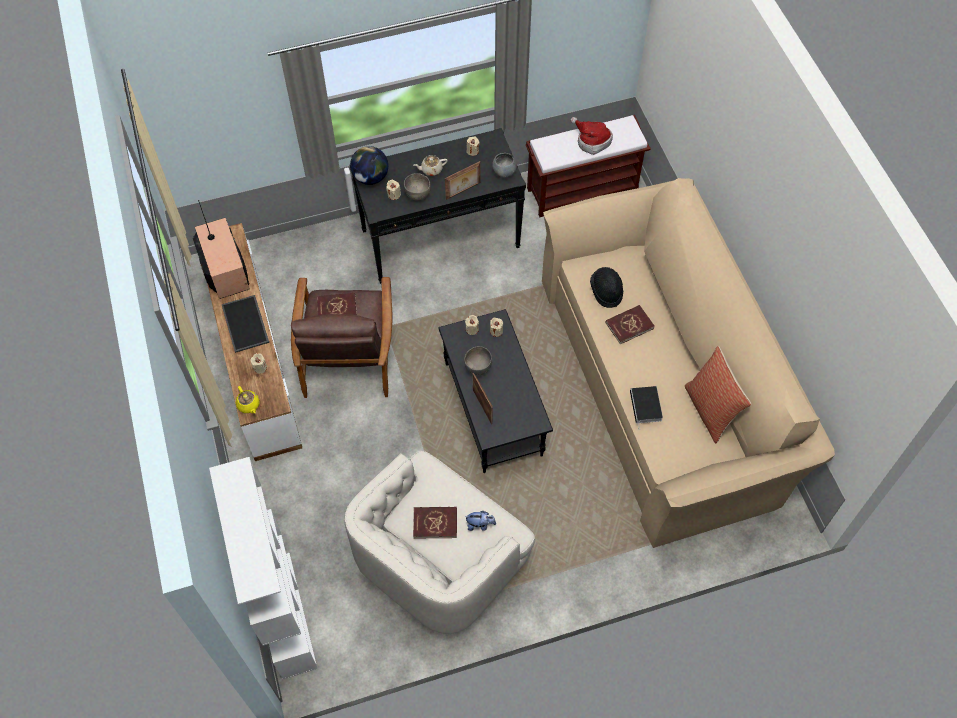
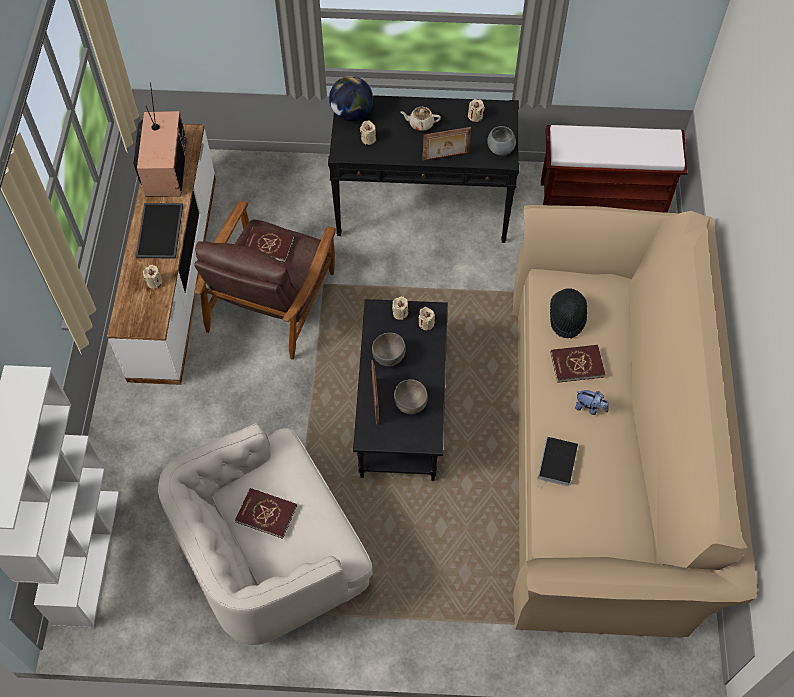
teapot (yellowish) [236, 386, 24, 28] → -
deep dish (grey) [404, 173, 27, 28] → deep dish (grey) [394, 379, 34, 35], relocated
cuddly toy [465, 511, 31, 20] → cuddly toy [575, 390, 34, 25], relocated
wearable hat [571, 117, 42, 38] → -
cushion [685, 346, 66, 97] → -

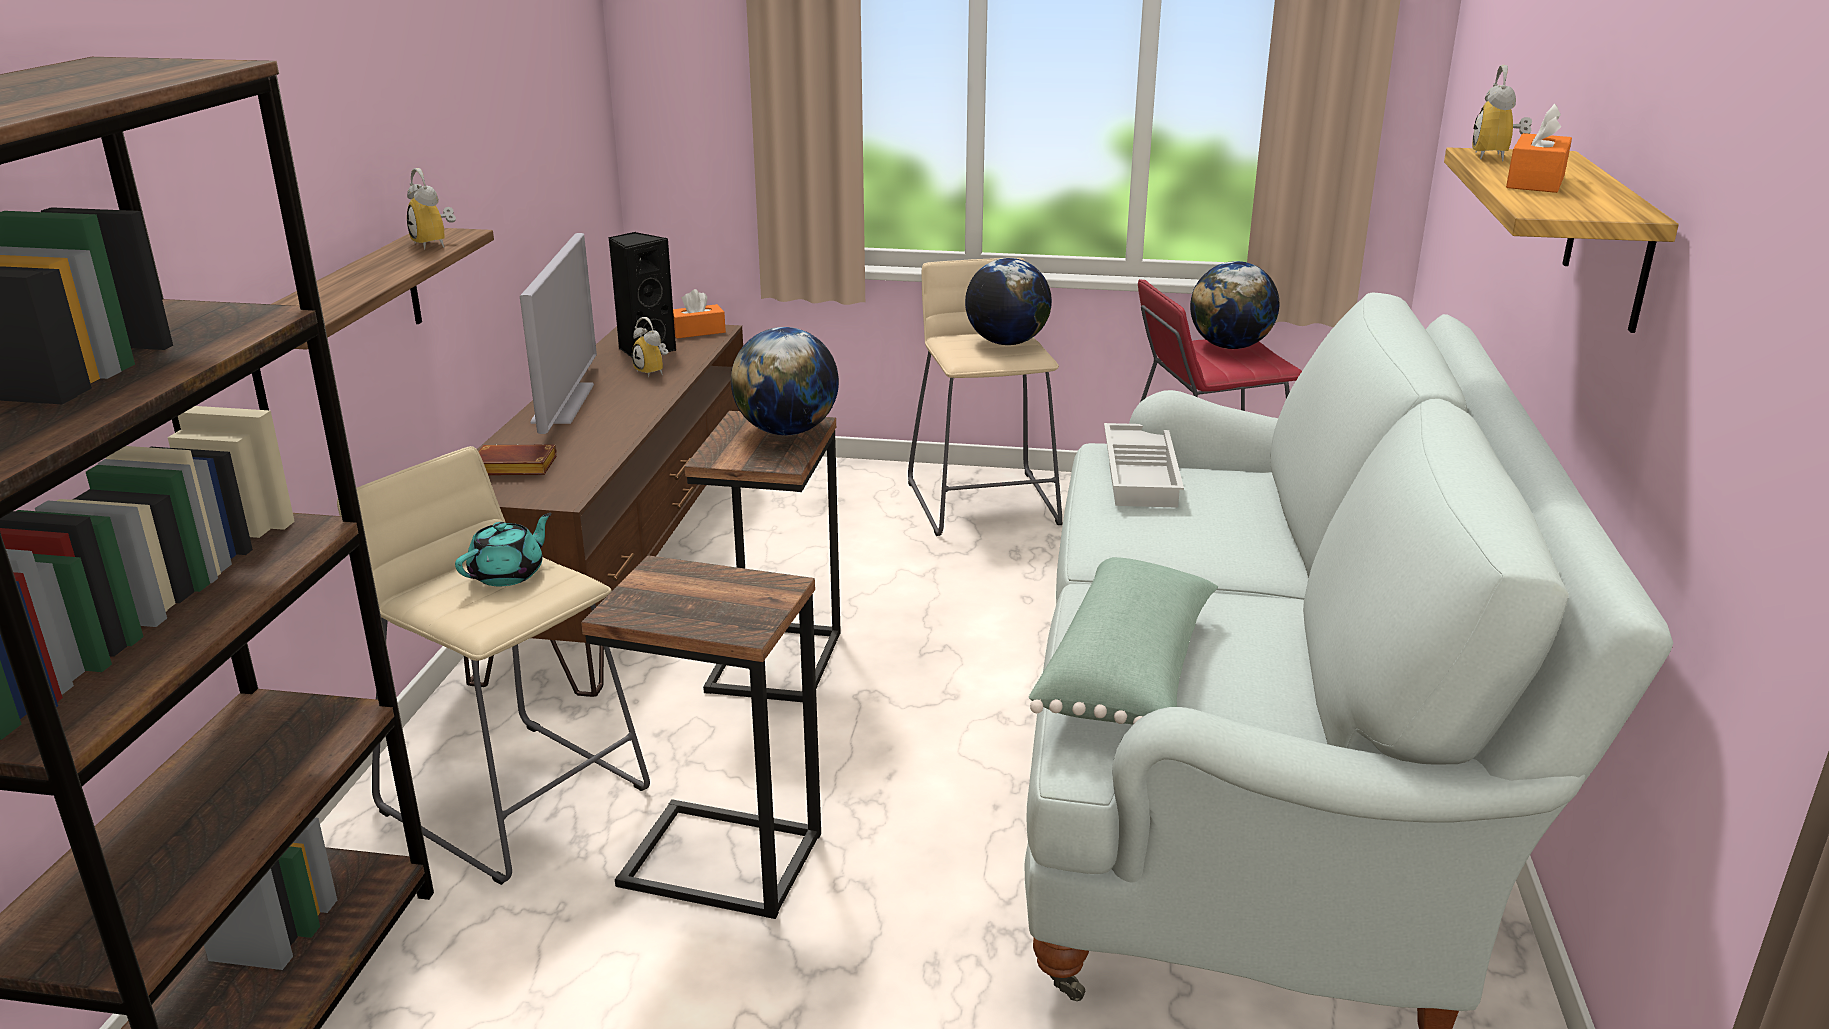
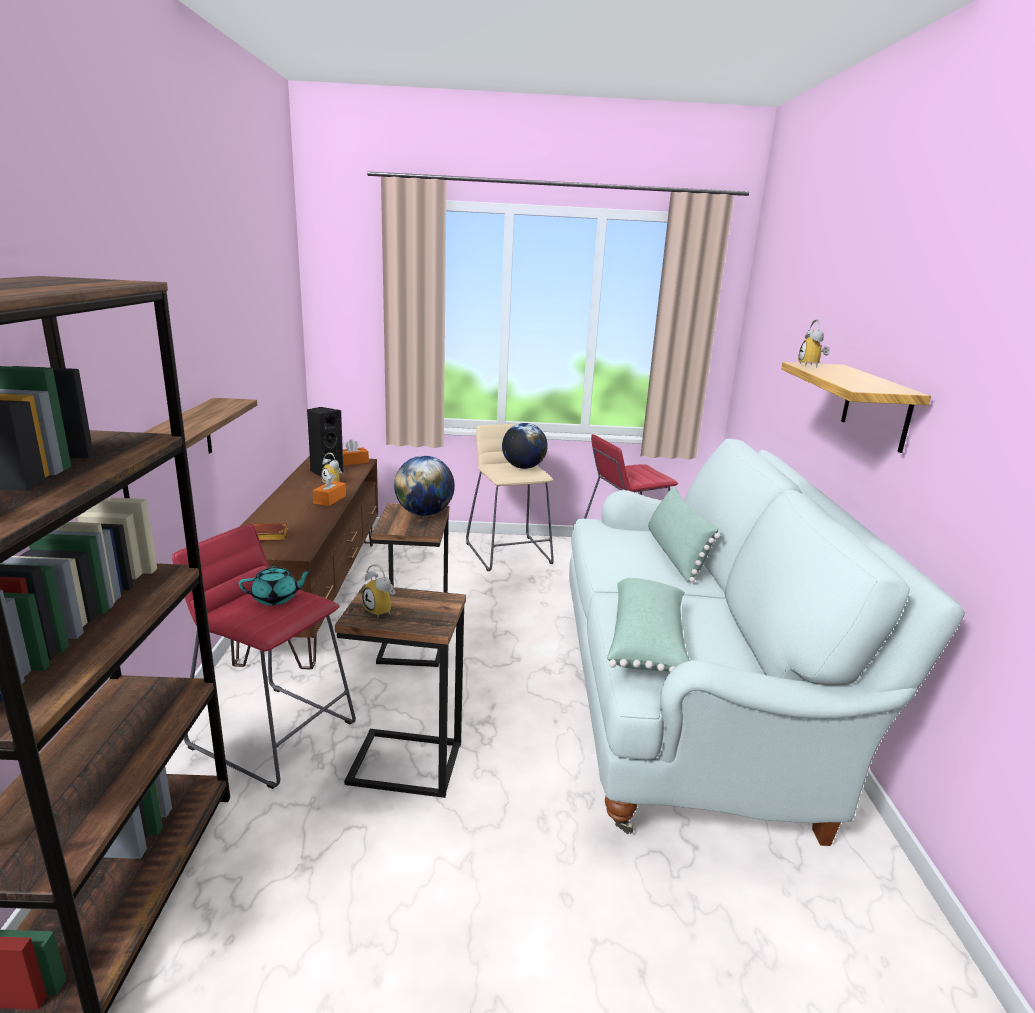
stool (sand-coloured) [337, 446, 313, 439] → stool (red-coloured) [172, 523, 184, 266]
bedside clock [407, 168, 49, 81] → bedside clock [362, 564, 34, 53], relocated
teapot (blue-green) [455, 513, 97, 73] → teapot (blue-green) [239, 567, 73, 38], 45 degrees clockwise
television [520, 233, 77, 201] → -
serving tray (white-coloured) [1104, 423, 80, 85] → -
world globe [1190, 261, 89, 88] → -
tissue box (orange) [1506, 104, 66, 89] → tissue box (orange) [313, 474, 33, 32], relocated
- → cushion (greenish) [648, 486, 72, 97]

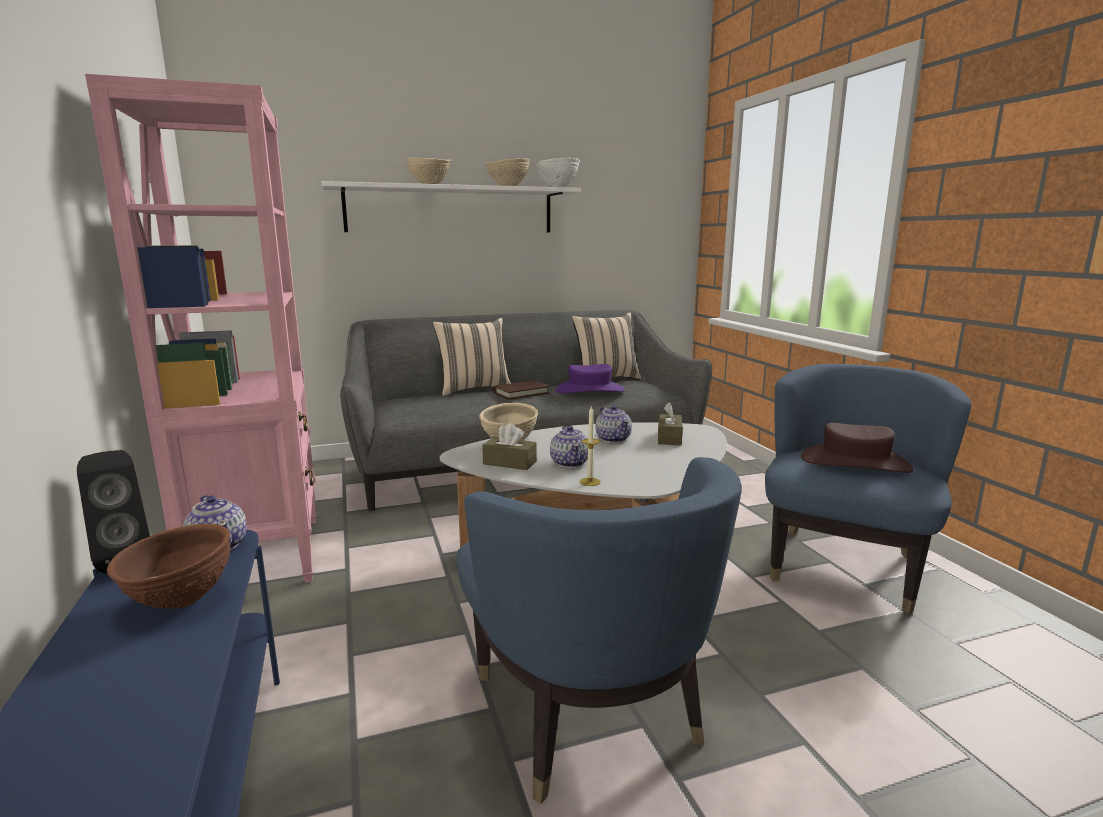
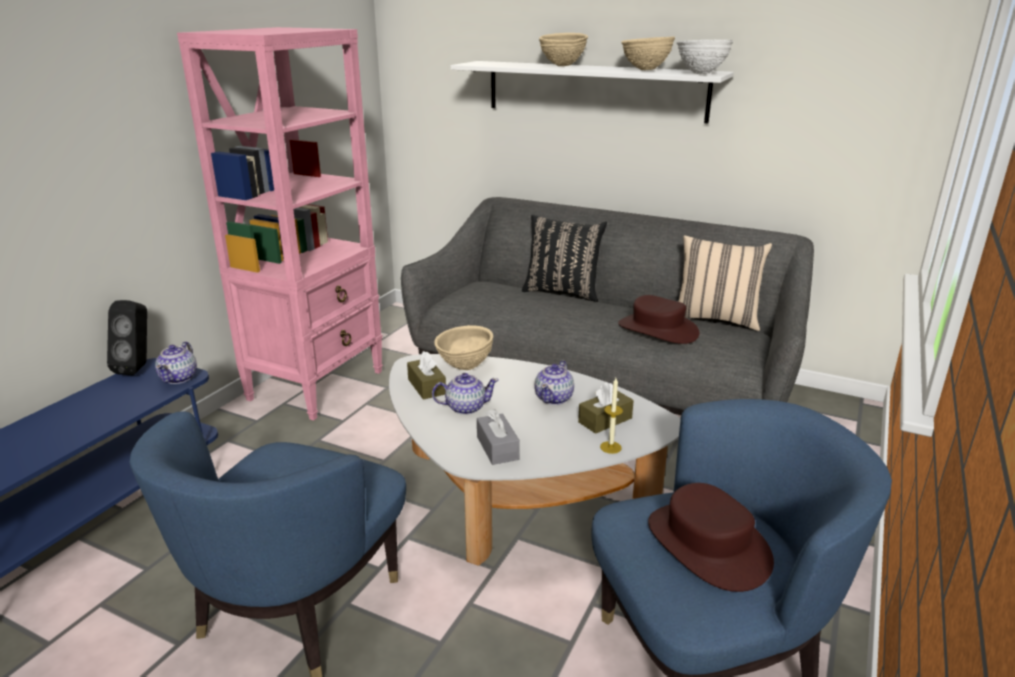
deep dish (brownish) [107, 524, 123, 85] → -
cushion (sand-coloured) [433, 318, 78, 78] → cushion (black-coloured) [522, 215, 85, 87]
book (brownish) [493, 380, 56, 20] → -
teapot [550, 425, 38, 43] → teapot [432, 373, 67, 42], 135 degrees counterclockwise
wearable hat (purplish) [555, 364, 70, 29] → wearable hat (brownish) [618, 295, 82, 49]
candle [580, 405, 21, 81] → candle [600, 378, 23, 76], relocated
- → tissue box (grey) [477, 409, 43, 56]

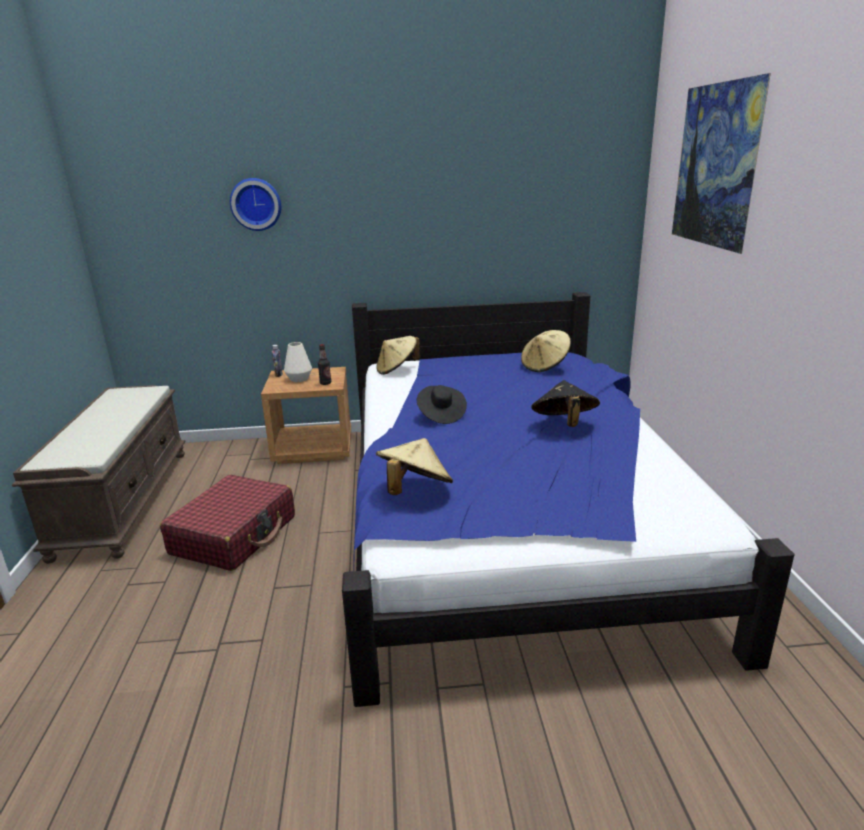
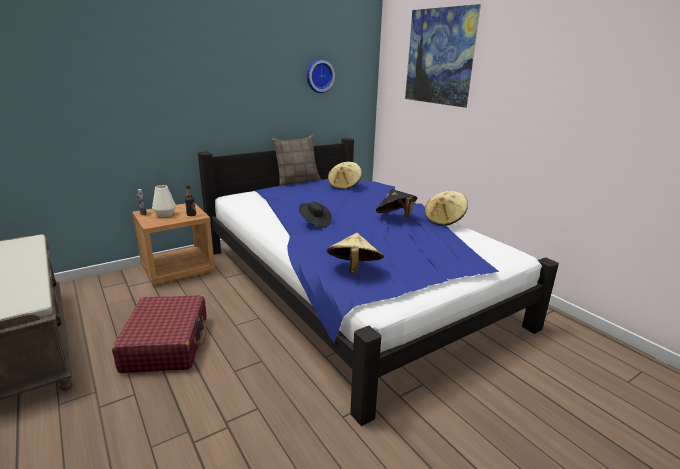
clock on the wall [230, 178, 51, 53] → clock on the wall [307, 58, 28, 35], relocated
wearable hat (sand-coloured) [376, 336, 45, 39] → wearable hat (sand-coloured) [425, 191, 43, 35], relocated
- → cushion [271, 135, 50, 51]

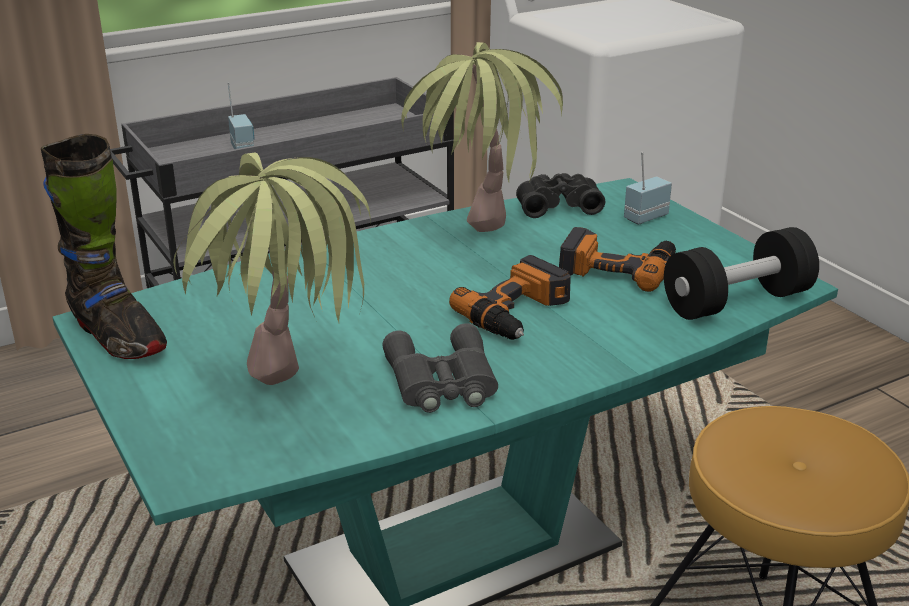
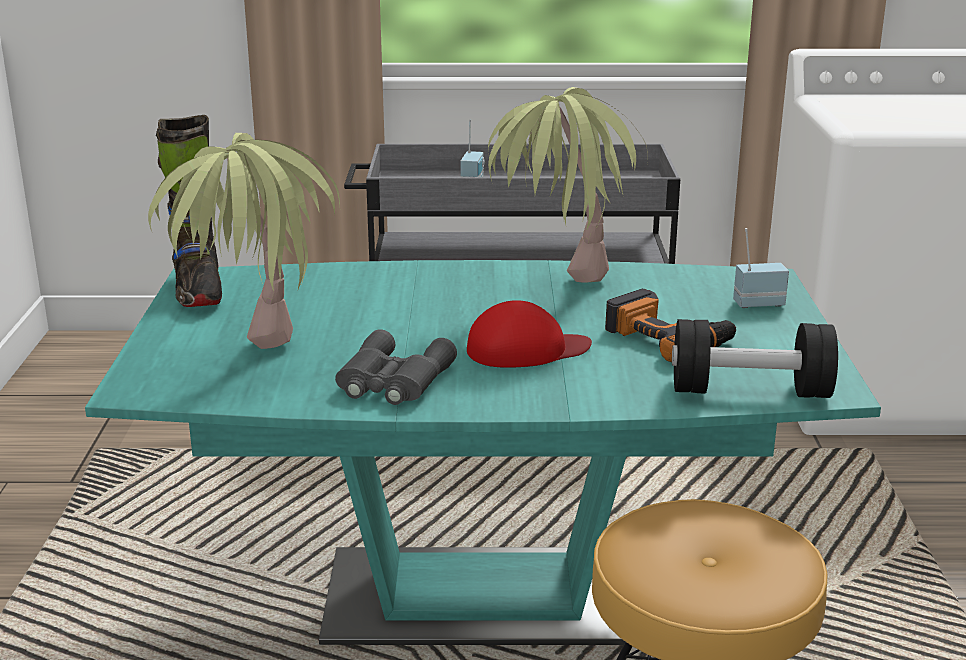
power drill [449, 255, 122, 85] → baseball cap (red-coloured) [467, 300, 125, 68]
field glasses (black-coloured) [516, 173, 89, 45] → -

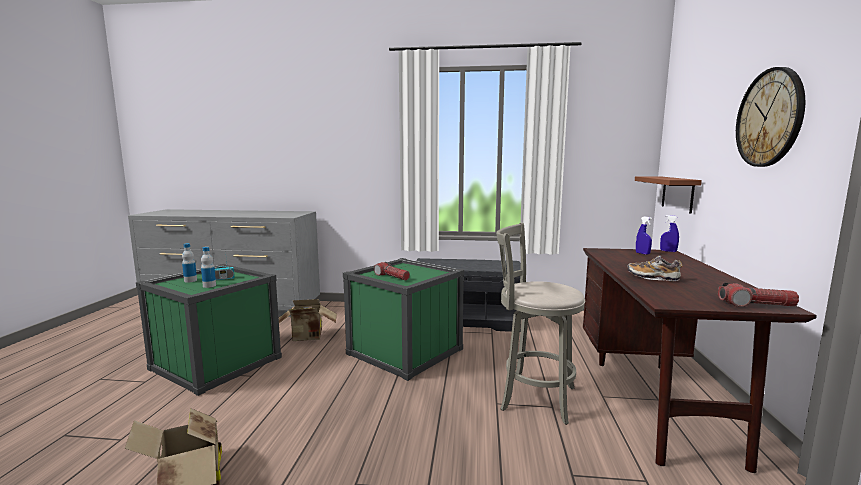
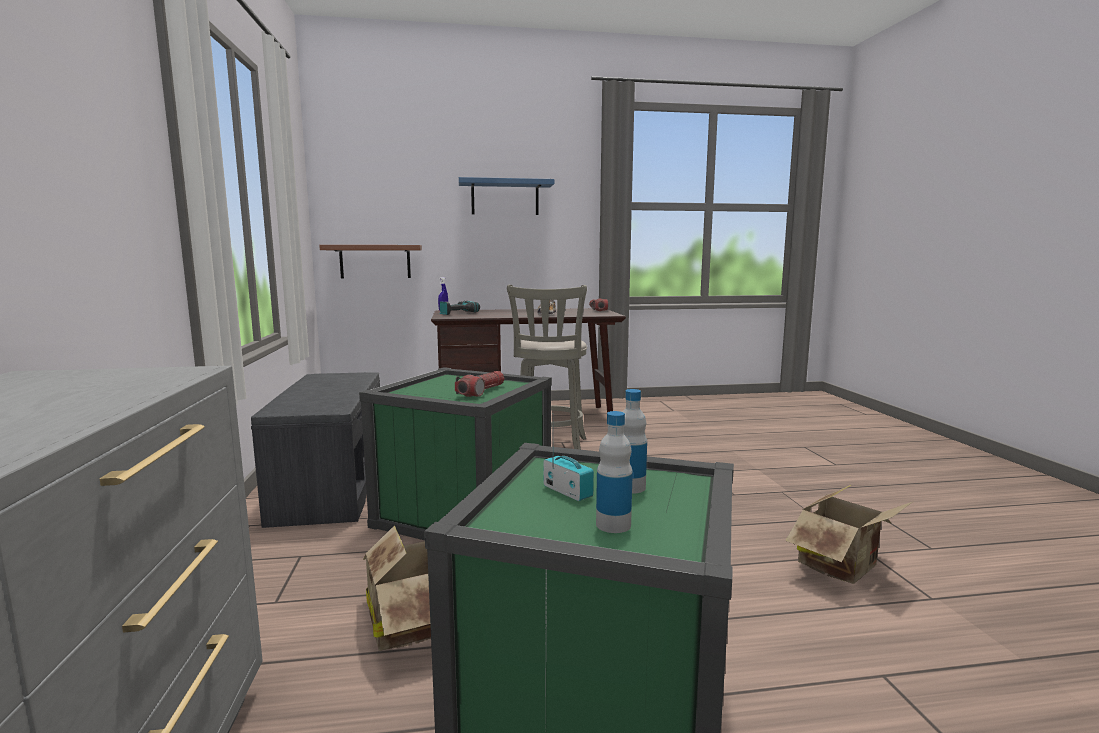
hand sprayer (bluish) [636, 217, 16, 38] → power drill [439, 301, 41, 14]
clock on the wall [736, 67, 69, 100] → wall shelf (bluish) [459, 177, 95, 38]

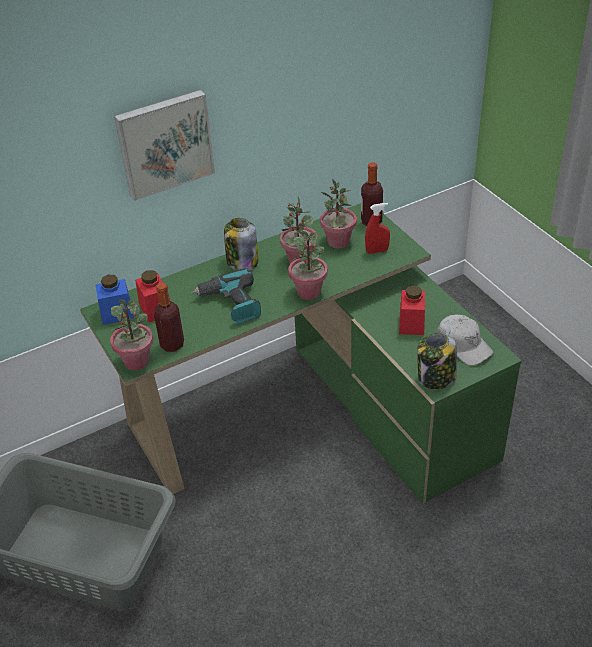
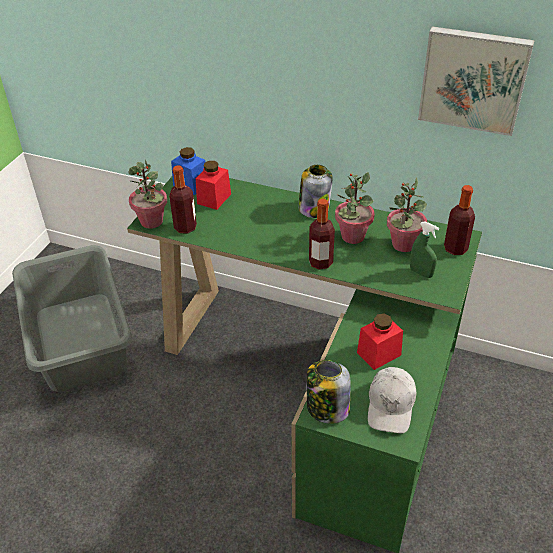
wall picture [114, 90, 101, 111] → wall picture [418, 26, 117, 110], relocated
power drill [192, 268, 69, 56] → -
potted plant [288, 231, 40, 69] → drink bottle [309, 199, 26, 71]
hand sprayer (red-coloured) [365, 203, 25, 51] → hand sprayer (greenish) [410, 221, 29, 57]

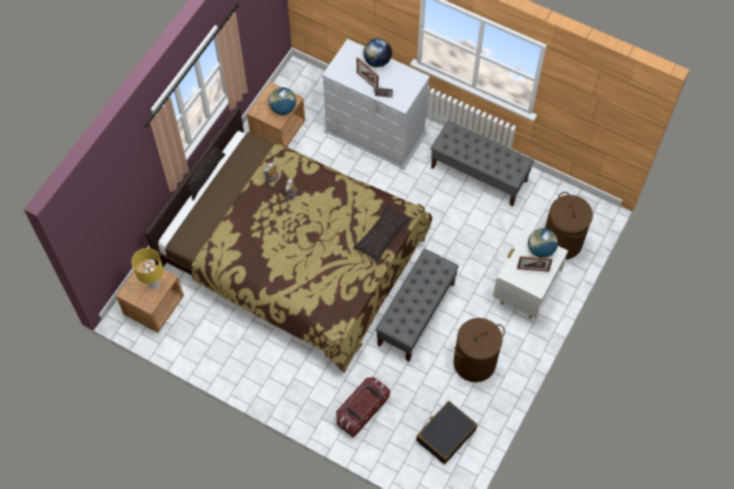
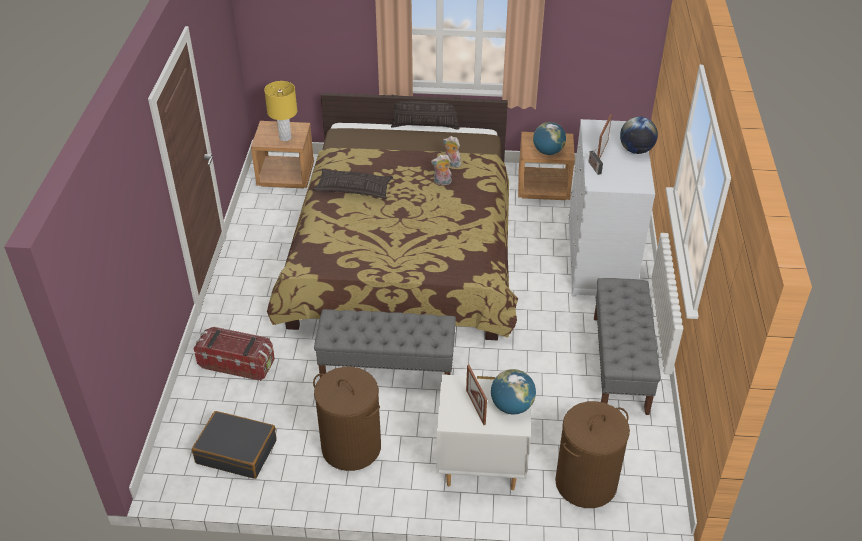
cushion [353, 203, 60, 61] → cushion [313, 169, 80, 30], relocated

